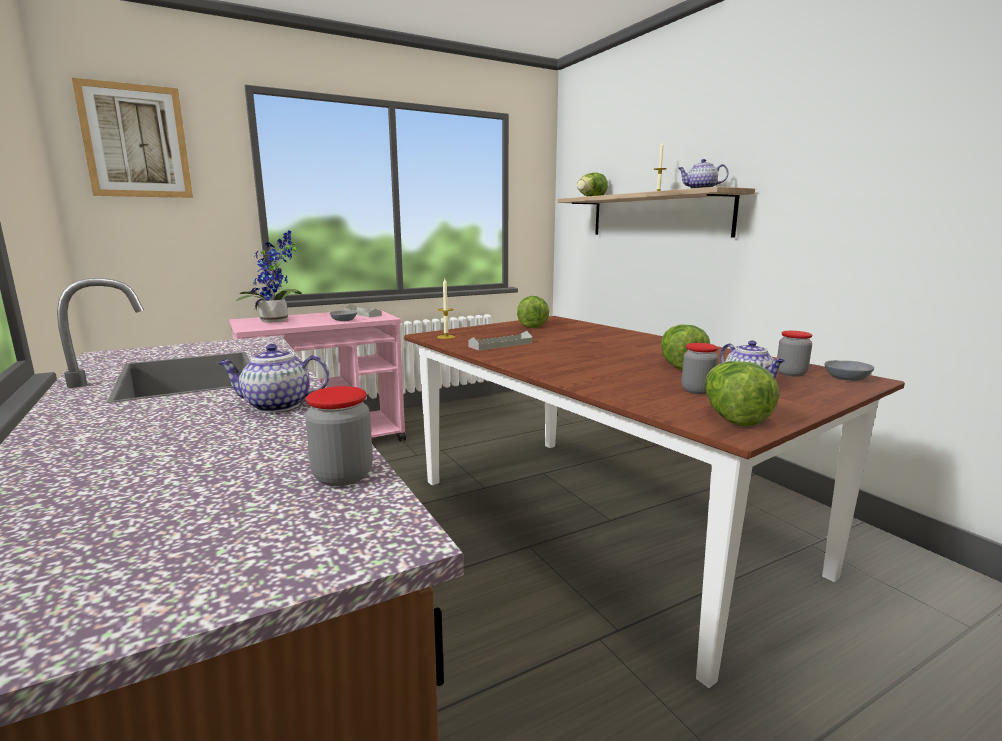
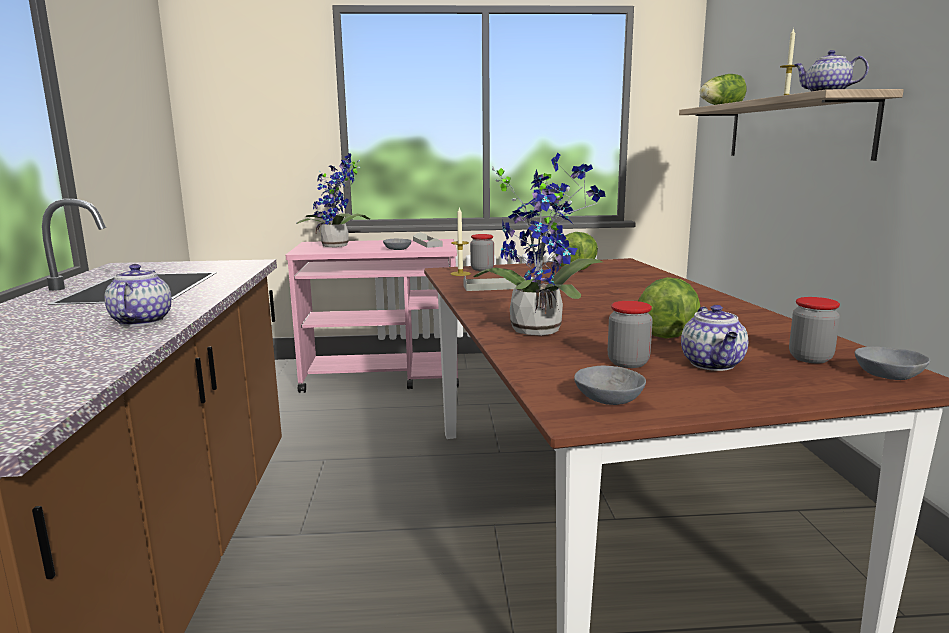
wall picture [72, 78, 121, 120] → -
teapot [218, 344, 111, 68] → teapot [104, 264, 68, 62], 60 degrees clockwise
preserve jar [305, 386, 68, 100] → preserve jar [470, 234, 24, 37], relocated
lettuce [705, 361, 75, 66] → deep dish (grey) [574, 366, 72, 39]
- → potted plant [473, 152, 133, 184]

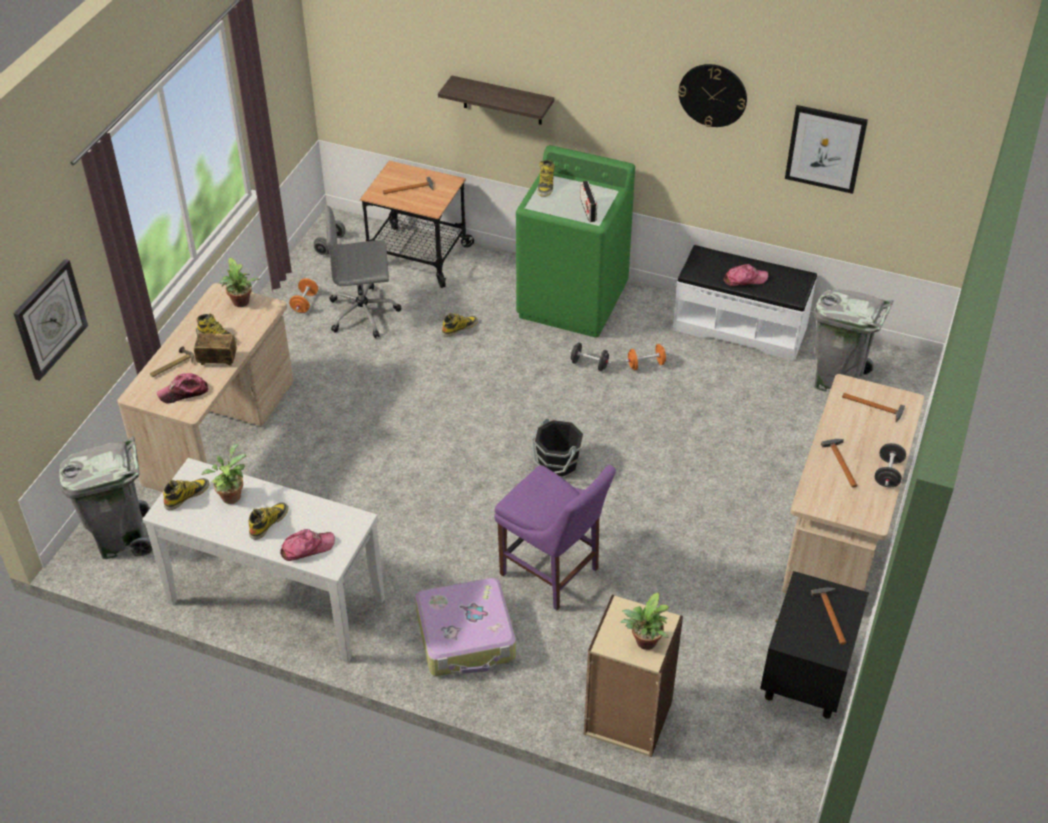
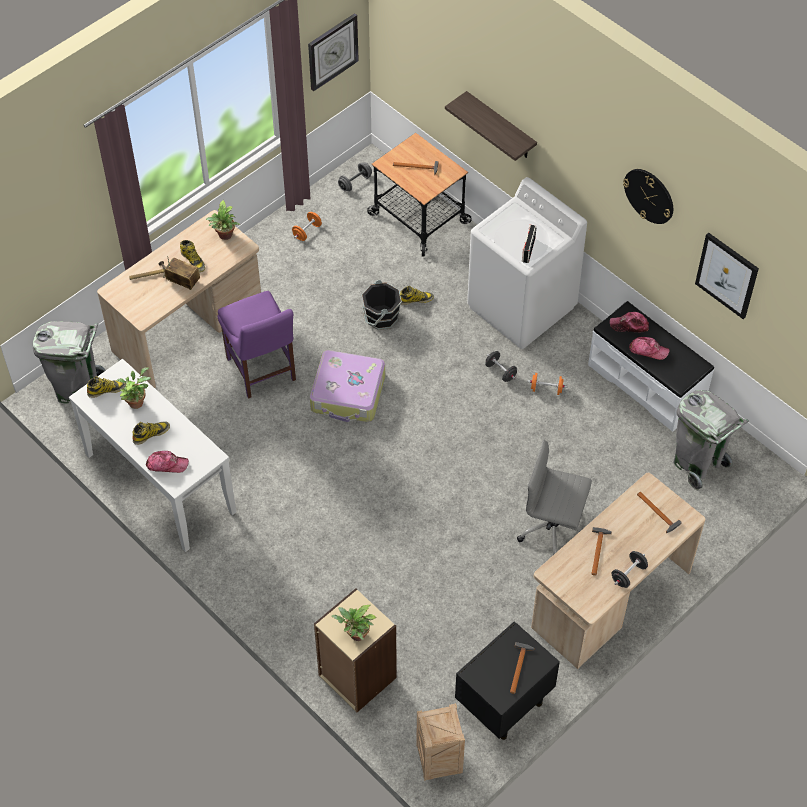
clock on the wall [13, 259, 75, 122] → clock on the wall [308, 13, 51, 78], relocated
baseball cap [157, 373, 51, 30] → baseball cap [610, 312, 39, 21], relocated
office chair (grey) [325, 205, 76, 133] → office chair (grey) [517, 439, 75, 116], relocated
travel case [415, 578, 101, 98] → travel case [310, 350, 75, 72], relocated
chair (purplish) [494, 465, 122, 145] → chair (purplish) [217, 291, 79, 108], relocated
laundry appliance (greenish) [516, 145, 119, 193] → laundry appliance (white-coloured) [467, 177, 120, 172]
water bucket (black-coloured) [531, 418, 53, 61] → water bucket (black-coloured) [361, 280, 41, 50], relocated
boot [538, 160, 16, 37] → -
- → crate [416, 703, 49, 78]

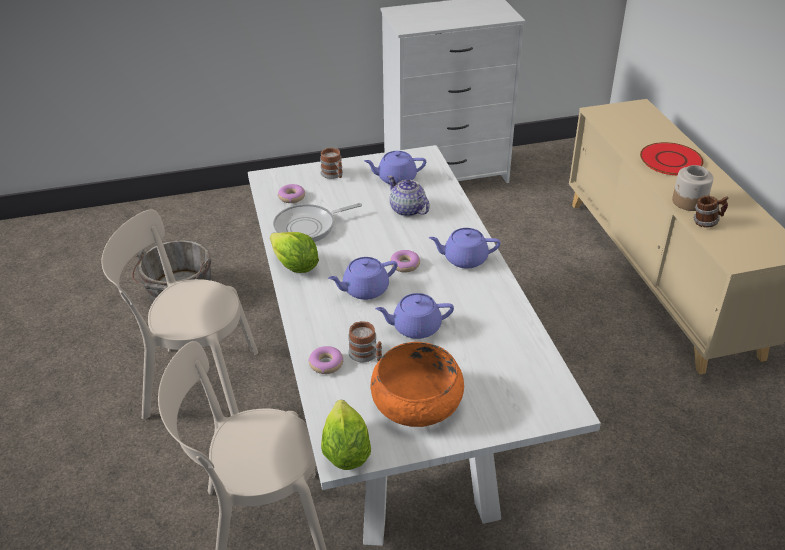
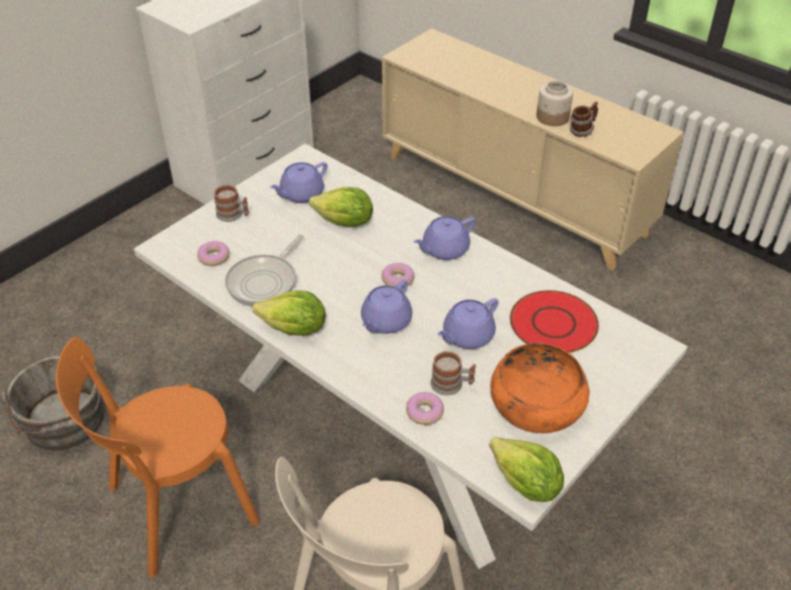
chair (sand-coloured) [101, 210, 157, 209] → chair (orange) [56, 337, 204, 241]
teapot [387, 175, 43, 42] → lettuce [309, 187, 64, 40]
flat dish (red-coloured) [640, 142, 63, 33] → flat dish (red-coloured) [510, 290, 89, 63], relocated

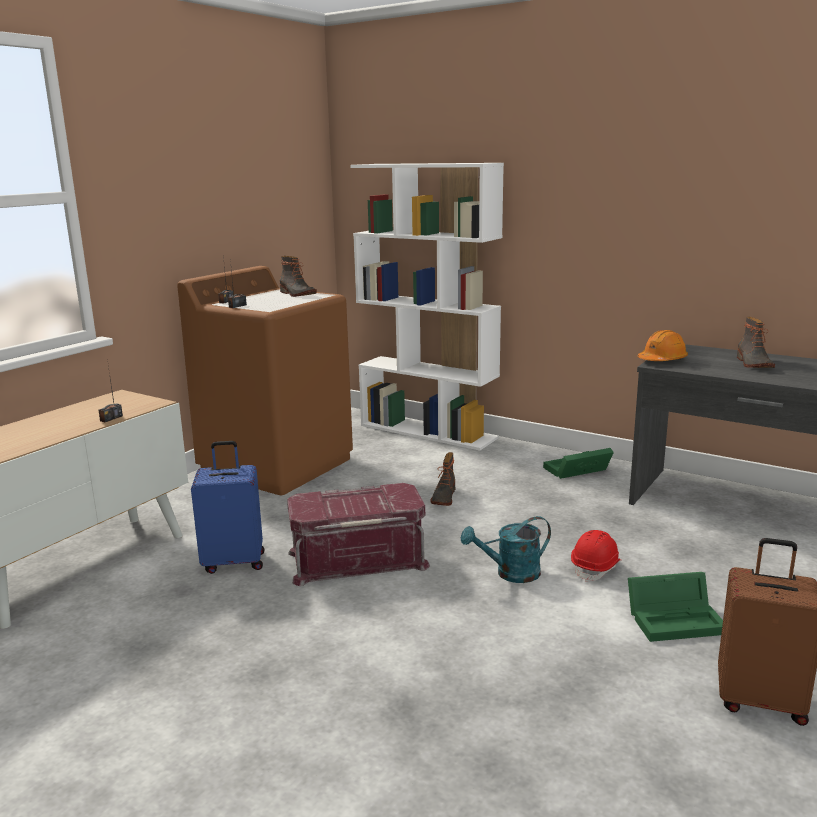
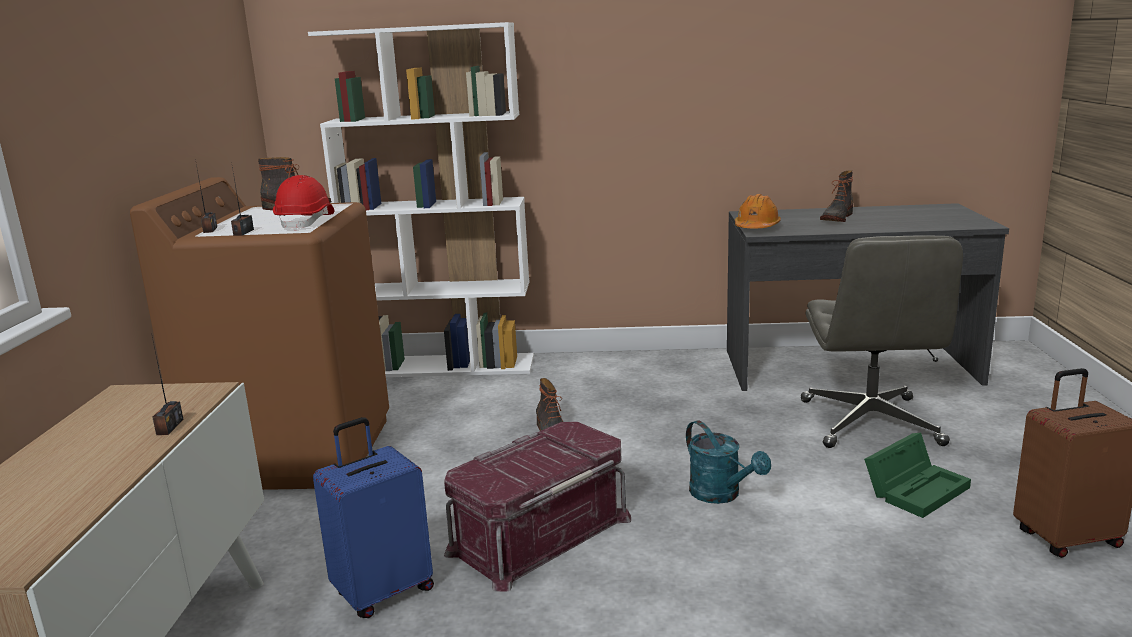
watering pot (blue-green) [461, 516, 90, 67] → watering pot (blue-green) [686, 420, 85, 84], 75 degrees counterclockwise
storage bin (greenish) [543, 448, 71, 31] → -
work helmet (red-coloured) [571, 530, 50, 52] → work helmet (red-coloured) [273, 175, 61, 56], relocated
boot [737, 317, 38, 51] → boot [820, 170, 33, 52], 60 degrees clockwise
- → office chair (grey) [801, 235, 162, 213]

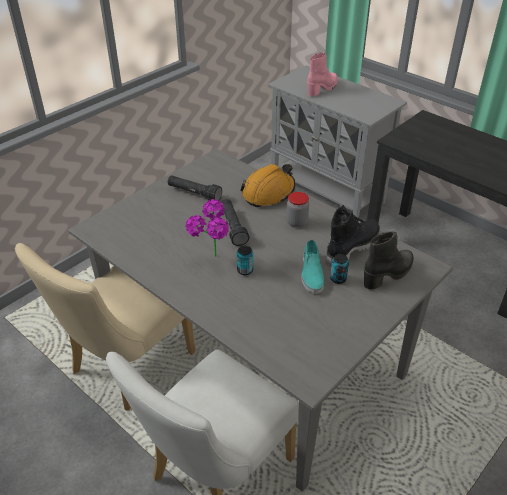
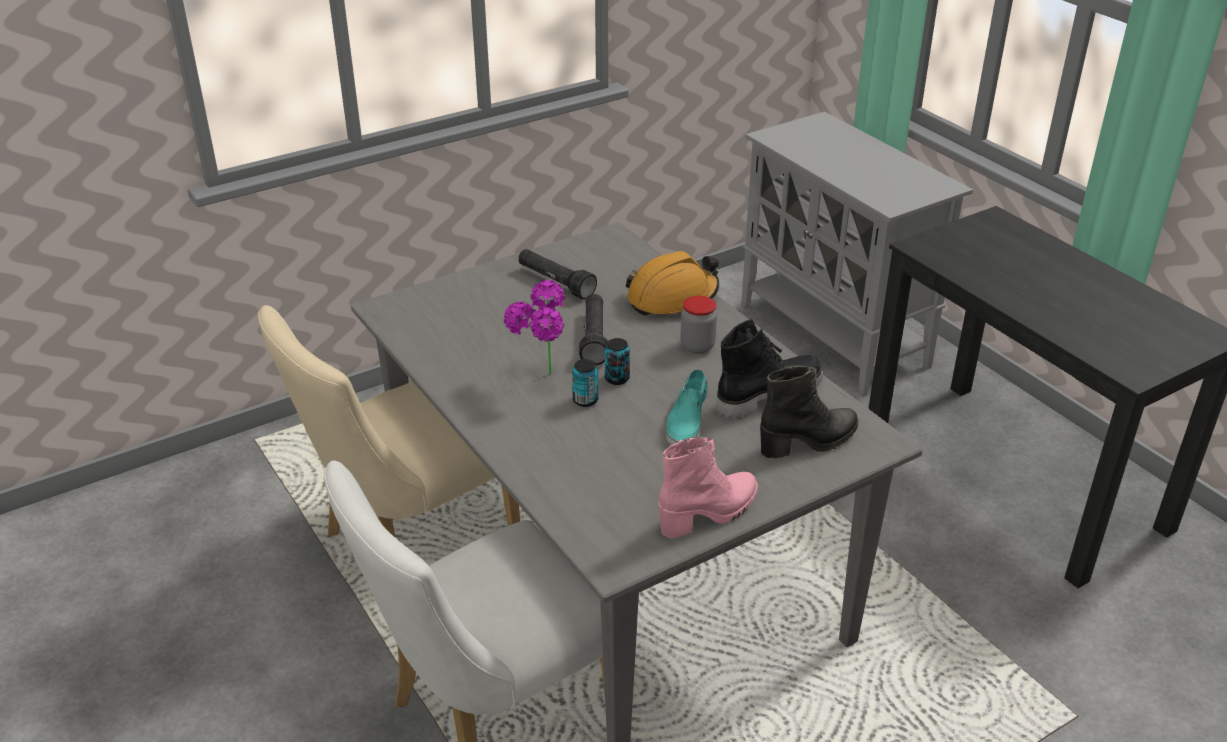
boot (pinkish) [307, 52, 31, 45] → boot (pinkish) [658, 437, 100, 101], relocated
sealed can [330, 254, 19, 30] → sealed can [605, 338, 25, 47], relocated

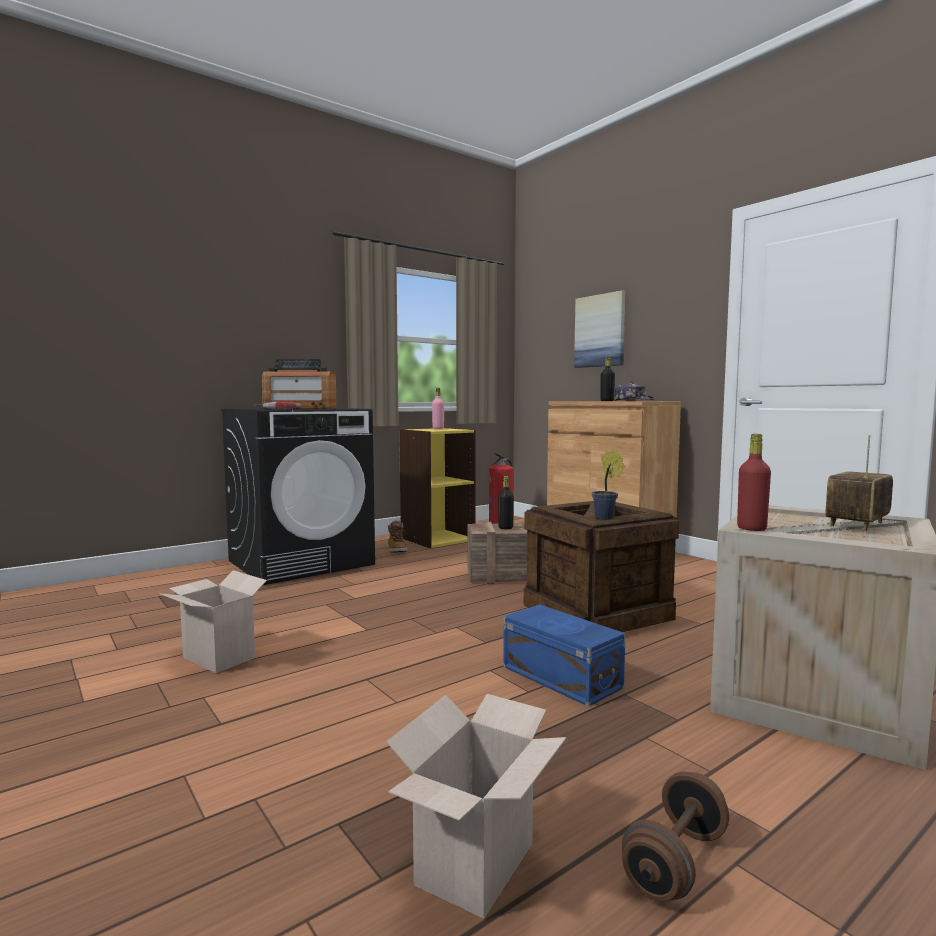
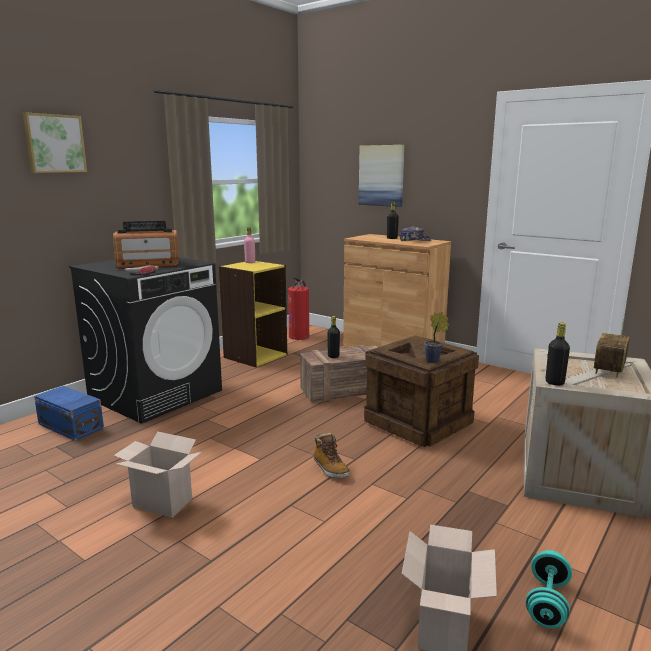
boot [388, 520, 20, 33] → boot [314, 433, 36, 45], relocated
storage bin (bluish) [503, 604, 122, 103] → storage bin (bluish) [34, 386, 70, 55], relocated
free weight (brownish) [622, 772, 107, 130] → free weight (blue-green) [526, 550, 46, 79]
drink bottle (red-coloured) [737, 434, 34, 97] → drink bottle (black-coloured) [546, 323, 24, 63]
- → wall picture [23, 113, 64, 60]

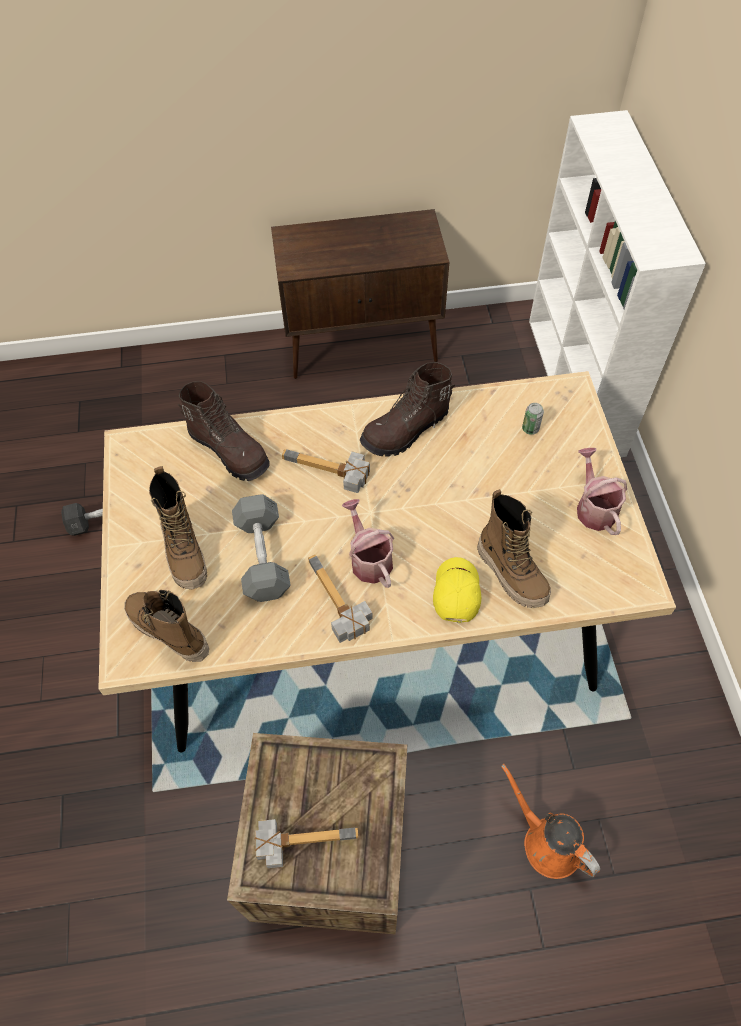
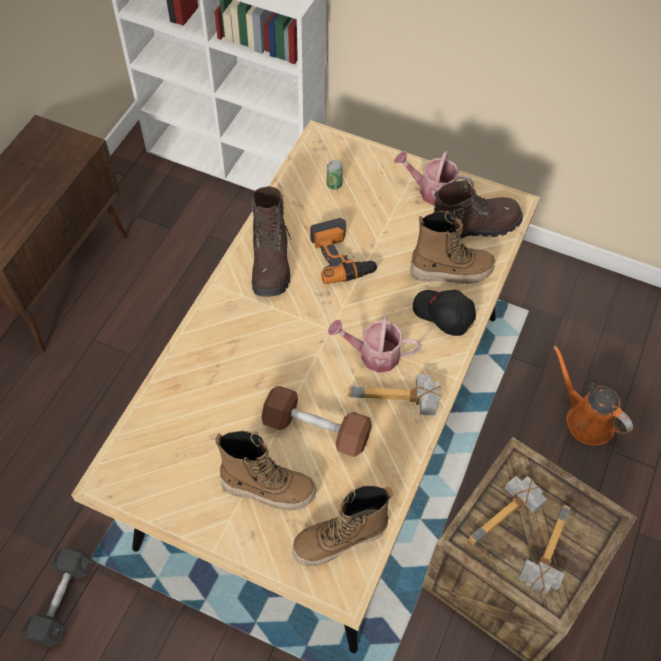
boot (brownish) [178, 381, 92, 100] → boot (brownish) [434, 180, 89, 59], relocated
free weight (grey) [232, 494, 59, 108] → free weight (brownish) [262, 386, 110, 71]
hammer [282, 449, 88, 44] → hammer [468, 476, 79, 69], relocated
baseball cap (yellowish) [433, 557, 48, 66] → baseball cap (black-coloured) [413, 290, 63, 46]
watering pot (orange) [501, 764, 99, 115] → watering pot (orange) [553, 345, 80, 101], 60 degrees clockwise
- → power drill [310, 218, 69, 66]

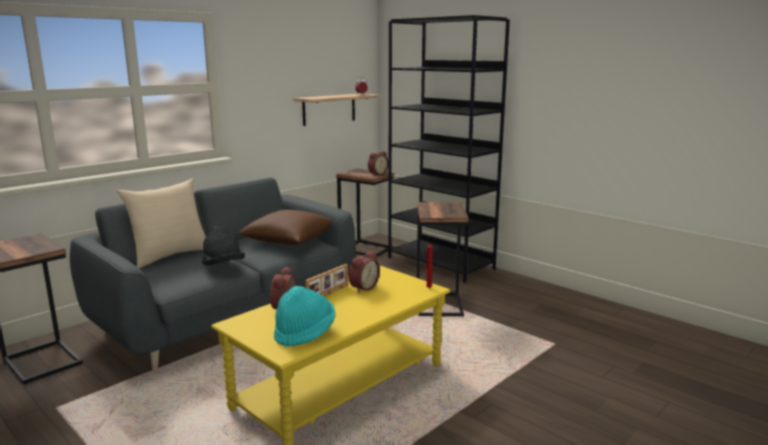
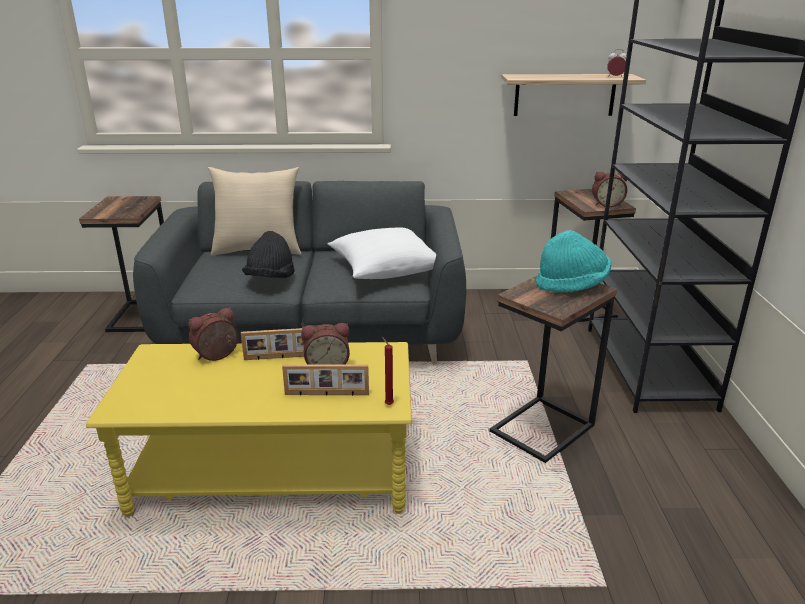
cushion (brownish) [237, 210, 94, 35] → cushion (white-coloured) [327, 227, 109, 52]
wearable hat (blue-green) [274, 286, 62, 61] → wearable hat (blue-green) [536, 230, 75, 63], relocated
- → picture frame [282, 364, 87, 32]

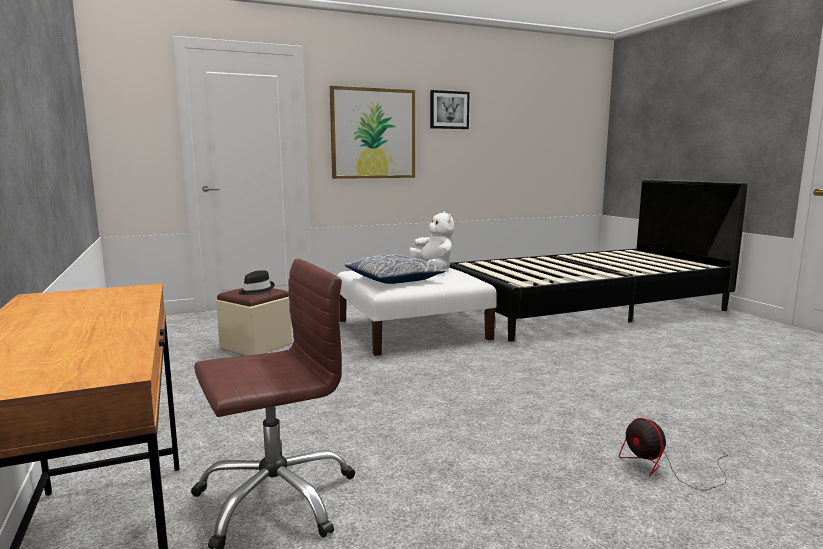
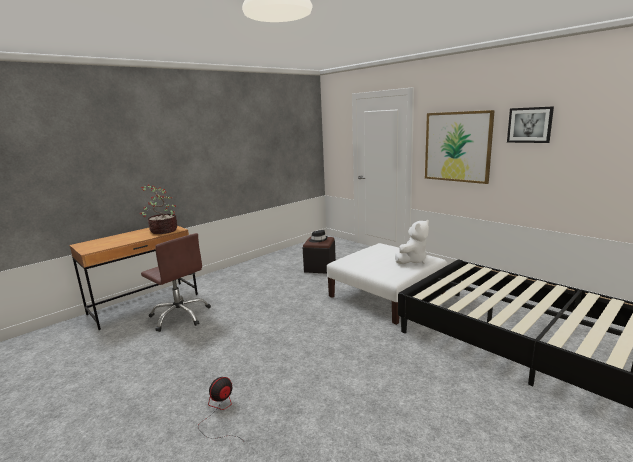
pouffe (sand-coloured) [216, 288, 76, 67] → pouffe (black-coloured) [303, 237, 33, 37]
cushion [345, 254, 101, 30] → -
- → potted plant [141, 185, 37, 49]

